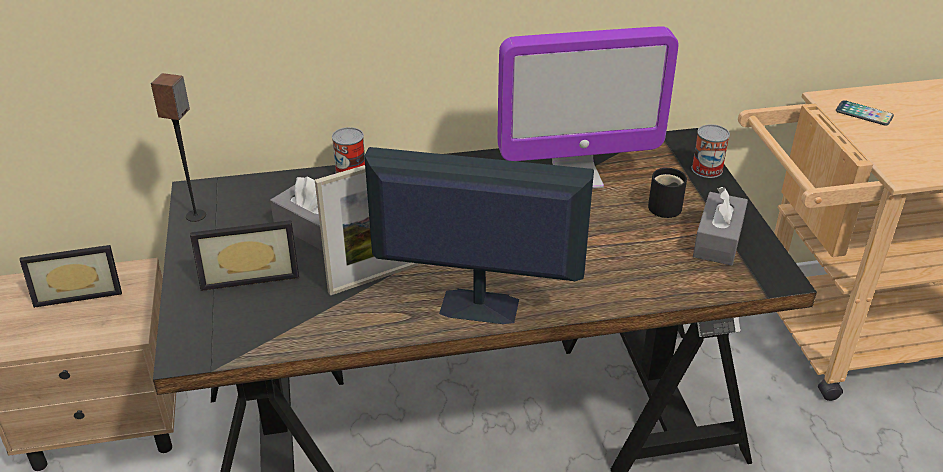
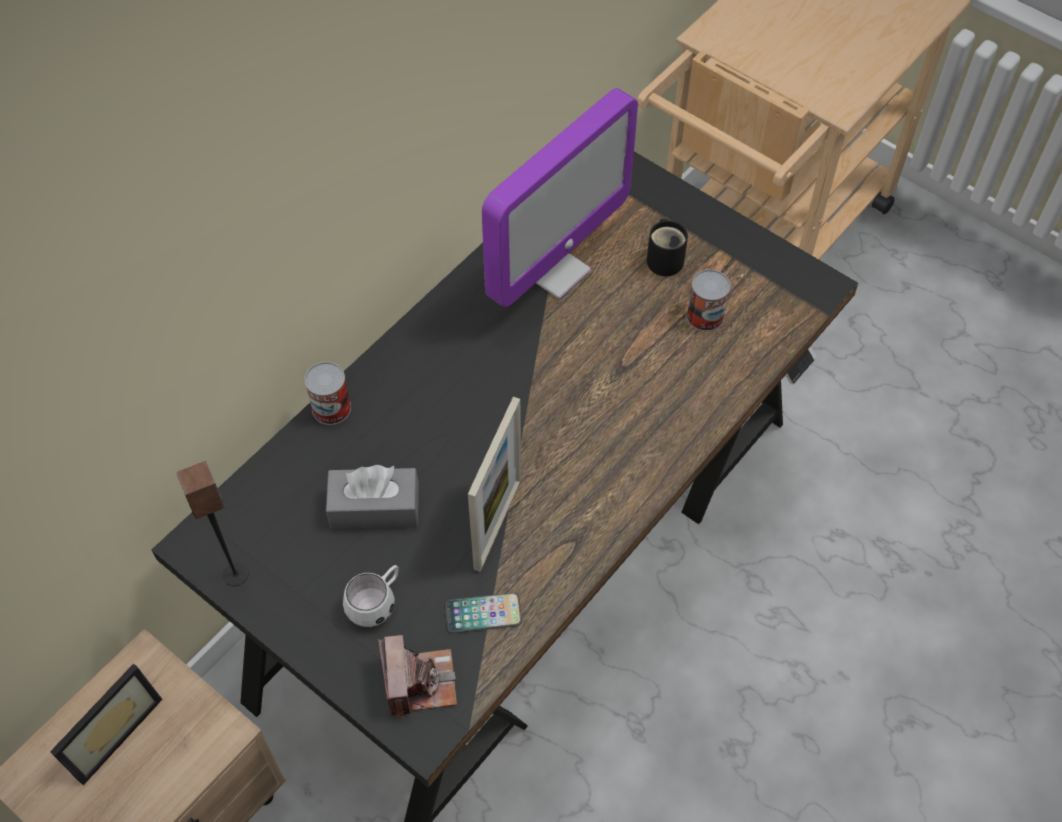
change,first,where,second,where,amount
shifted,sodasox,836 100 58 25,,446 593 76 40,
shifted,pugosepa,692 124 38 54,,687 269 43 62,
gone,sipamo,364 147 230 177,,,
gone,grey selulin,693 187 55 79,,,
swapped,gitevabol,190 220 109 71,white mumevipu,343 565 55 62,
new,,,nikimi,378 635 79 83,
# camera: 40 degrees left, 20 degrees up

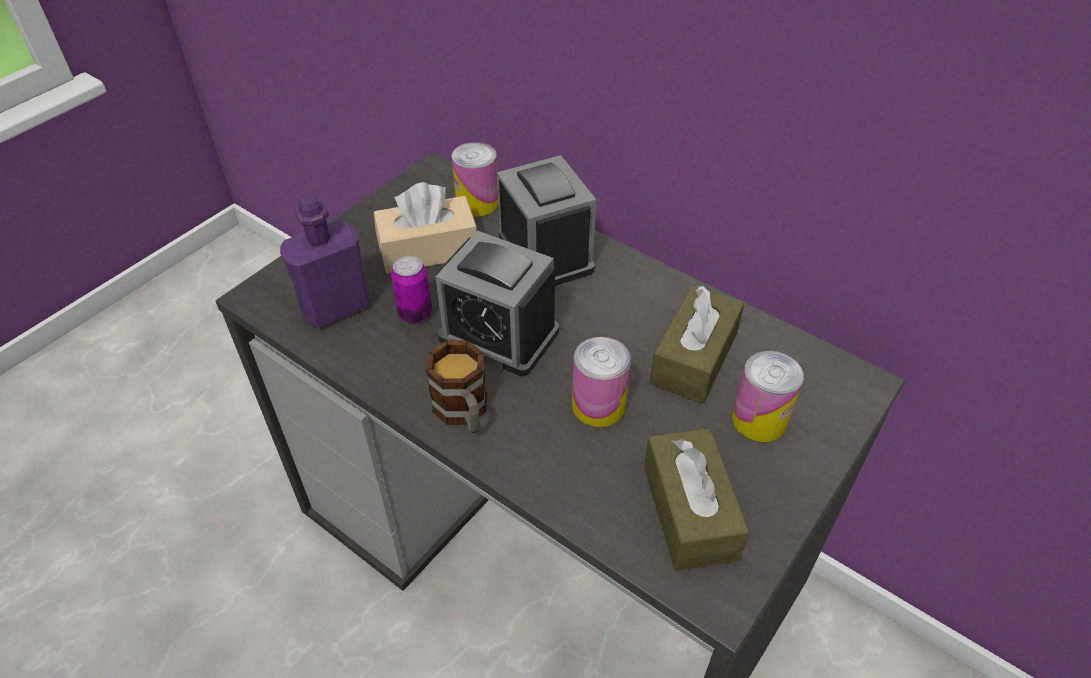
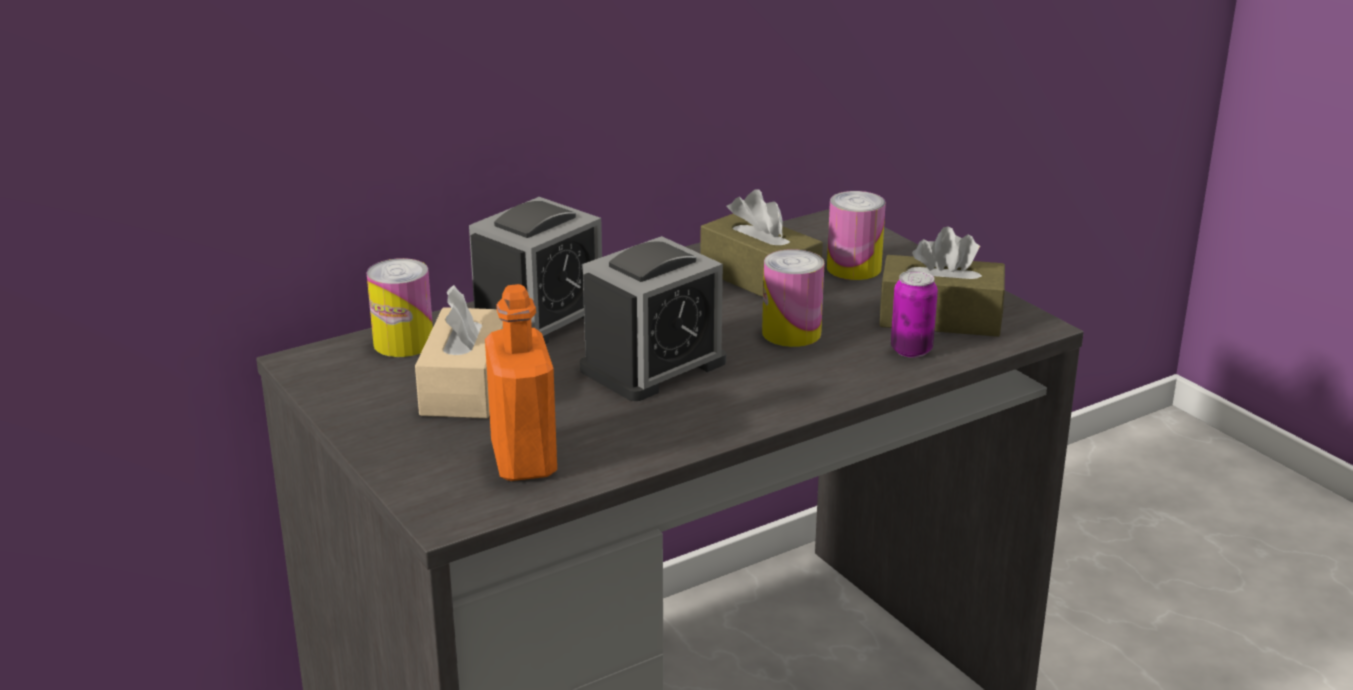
change,first,where,second,where,amount
rotated,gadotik,497 155 99 131,,469 197 133 147,135 degrees clockwise
repainted,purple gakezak,280 195 89 133,orange gakezak,485 284 72 197,
shifted,pugosepa,391 256 41 67,,891 270 47 88,
gone,mumevipu,426 341 61 92,,,
# camera: 70 degrees left, 20 degrees down

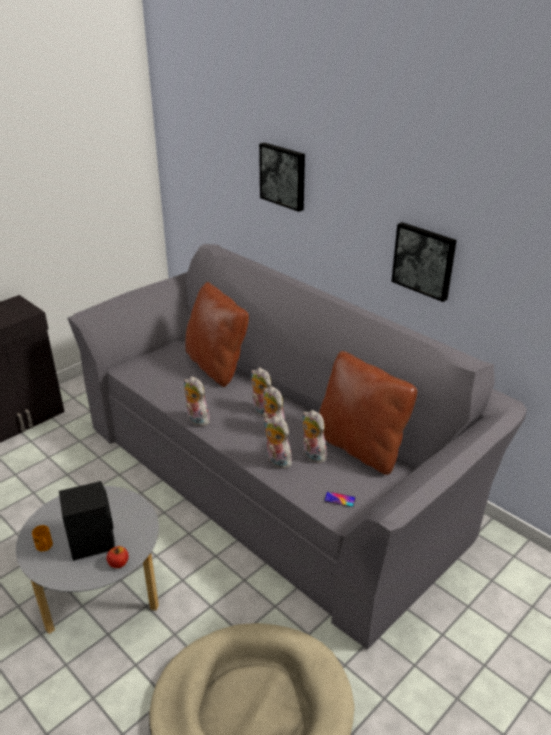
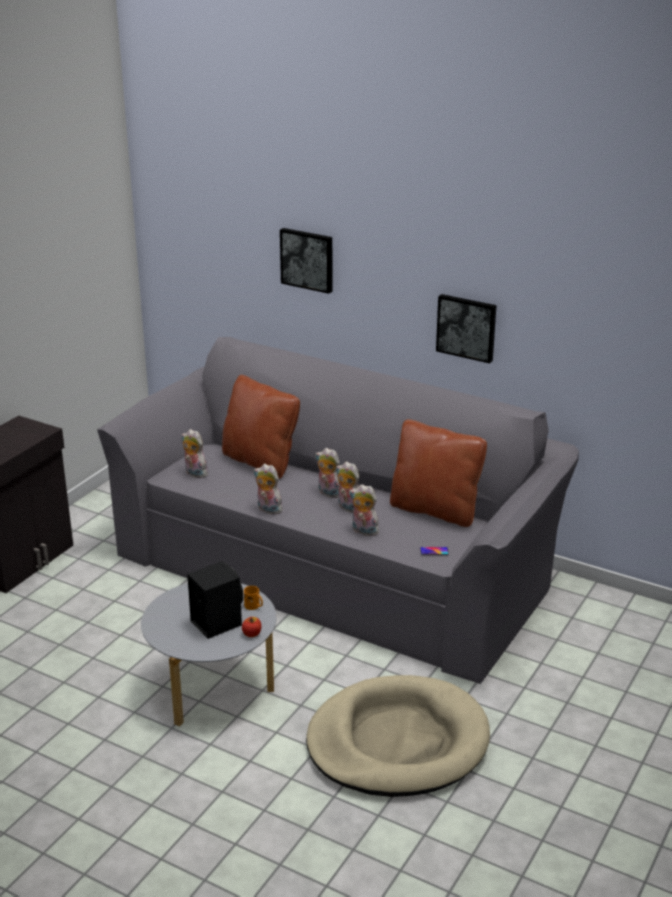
change,first,where,second,where,amount
shifted,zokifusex,303 410 24 53,,182 429 28 49,
shifted,orange mumevipu,32 525 21 26,,244 586 19 24,
# camera: 15 degrees left, 5 degrees down

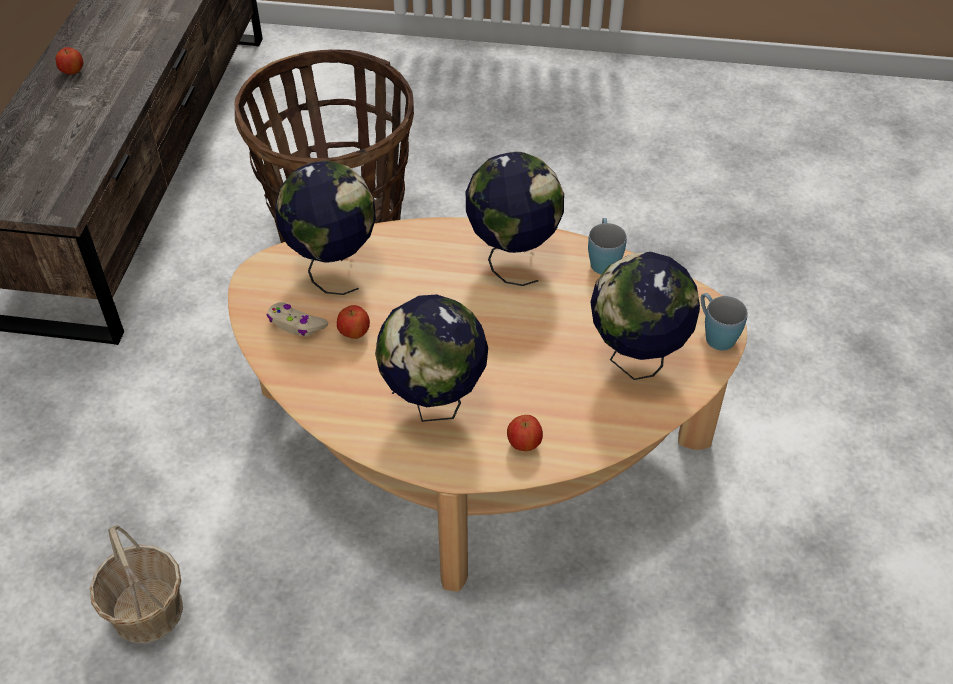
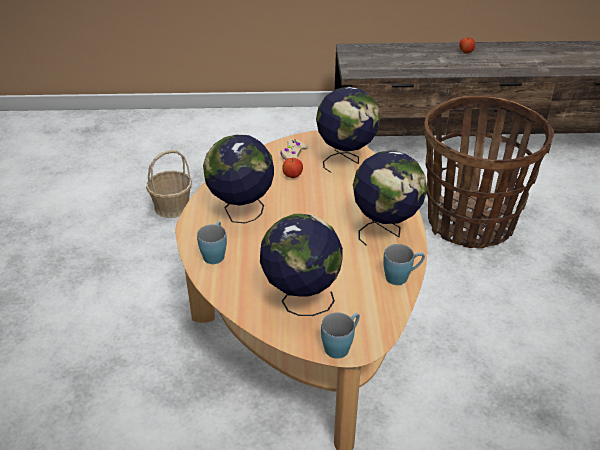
change,first,where,second,where,amount
swapped,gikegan,507 415 36 36,blue mumevipu,197 221 30 43,
# camera: 80 degrees right, 10 degrees down

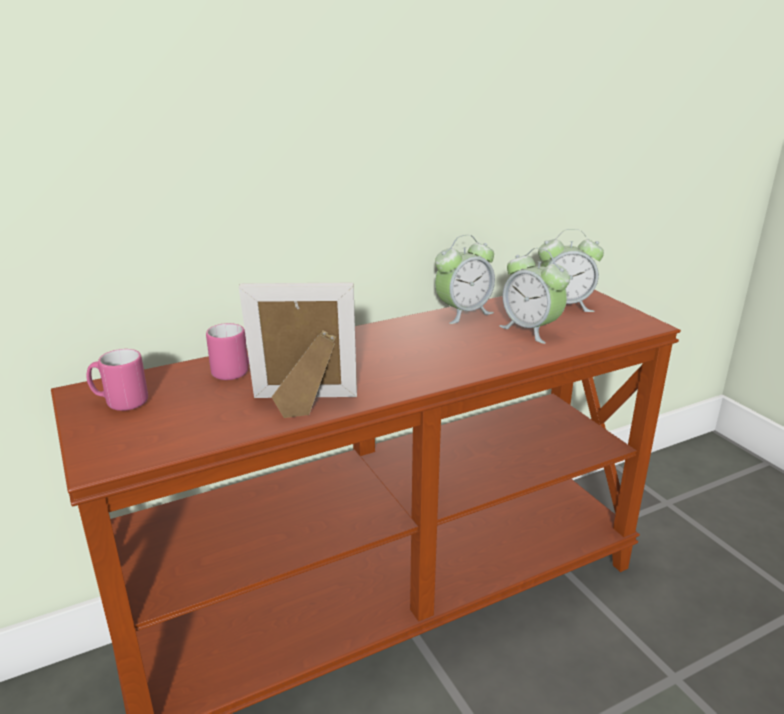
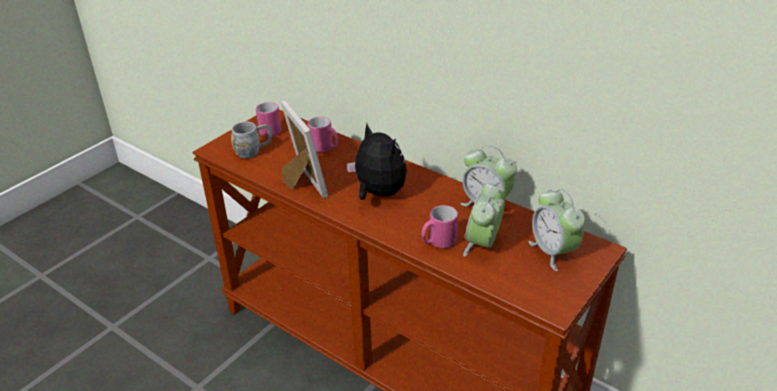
change,first,where,second,where,amount
new,,,grey mumevipu,231 121 41 38,
new,,,zokifusex,347 123 60 77,
new,,,pink mumevipu,422 205 36 44,
# camera: 65 degrees right, 10 degrees up

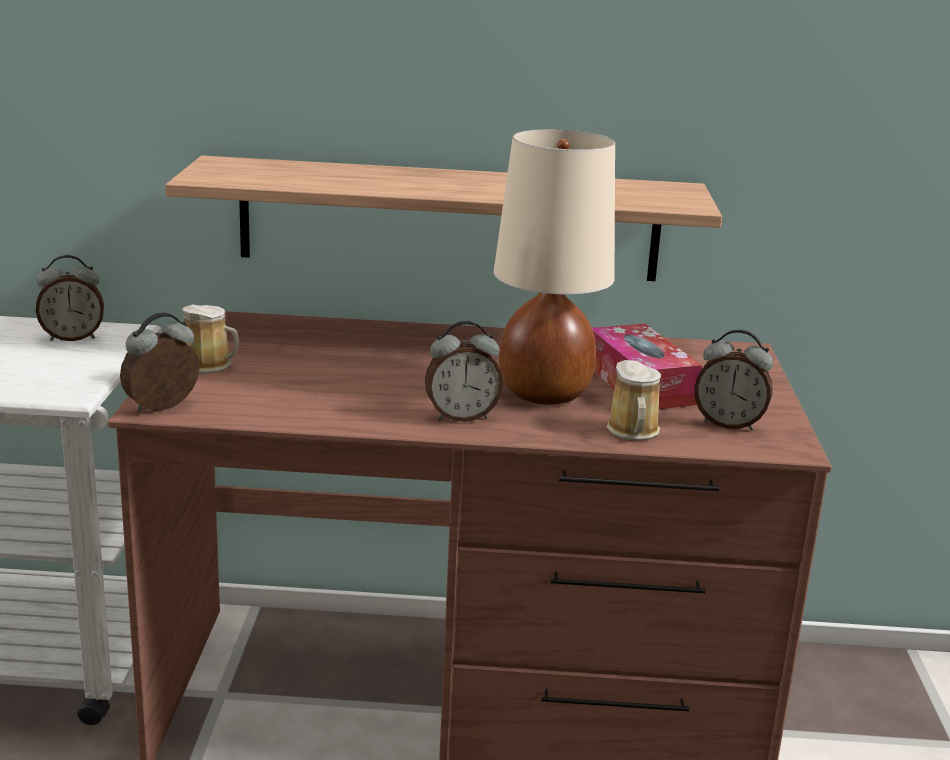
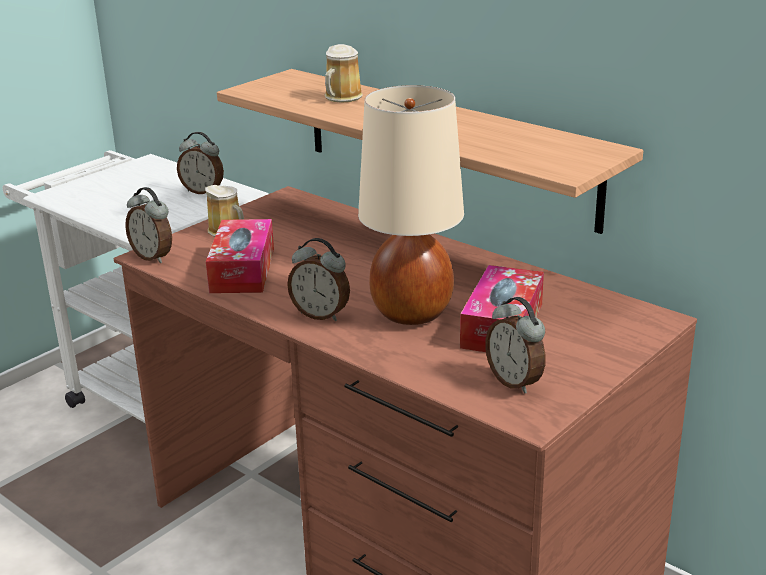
change,first,where,second,where,amount
rotated,gadotik,120 312 80 100,,125 187 47 76,135 degrees counterclockwise
shifted,mumevipu,607 360 54 81,,325 44 38 59,
new,,,selulin,206 219 68 74,
# camera: 40 degrees right, 5 degrees up

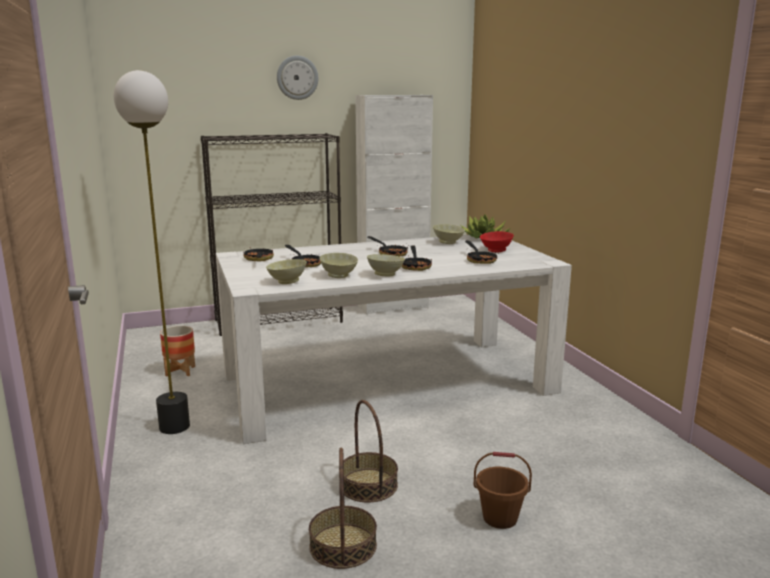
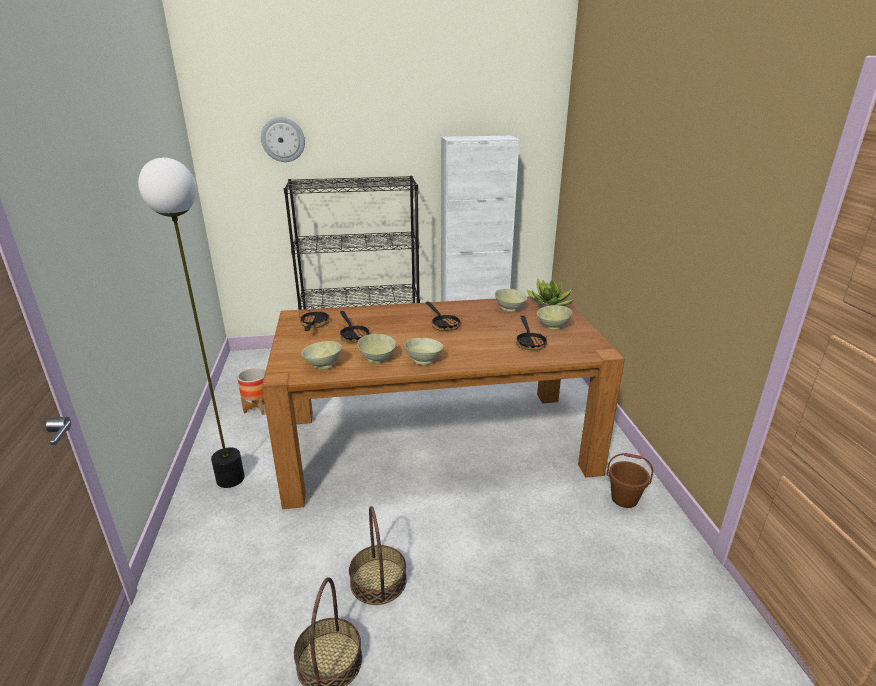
change,first,where,second,where,amount
shifted,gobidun,277 56 41 44,,261 117 44 45,
repainted,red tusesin,480 231 34 21,beige tusesin,537 305 35 25,
repainted,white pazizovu,216 235 356 209,brown pazizovu,262 296 363 213,
gone,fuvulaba,402 245 30 26,,,
shifted,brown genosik,474 452 58 77,,607 453 46 55,
# camera: 10 degrees right, 10 degrees up

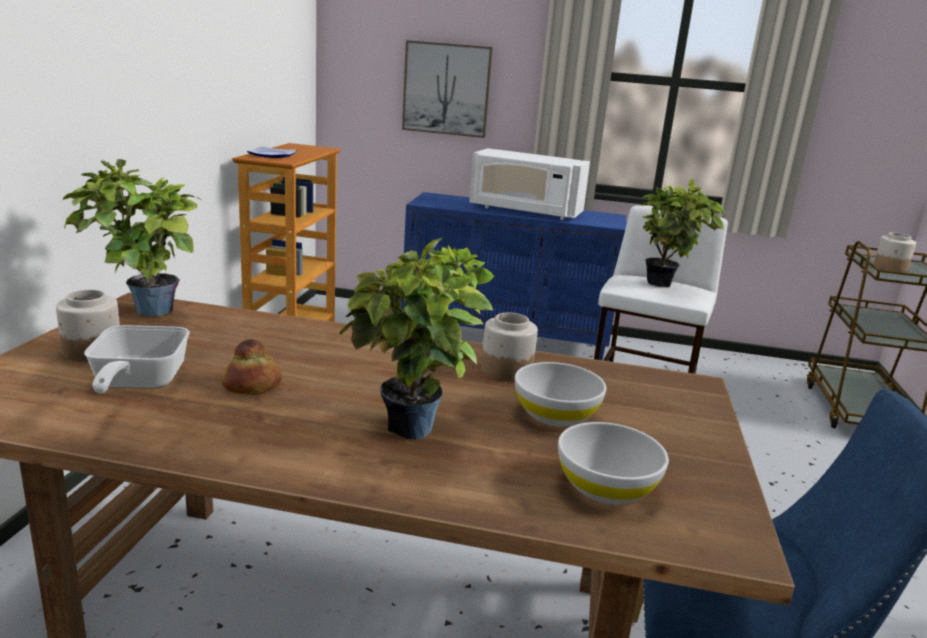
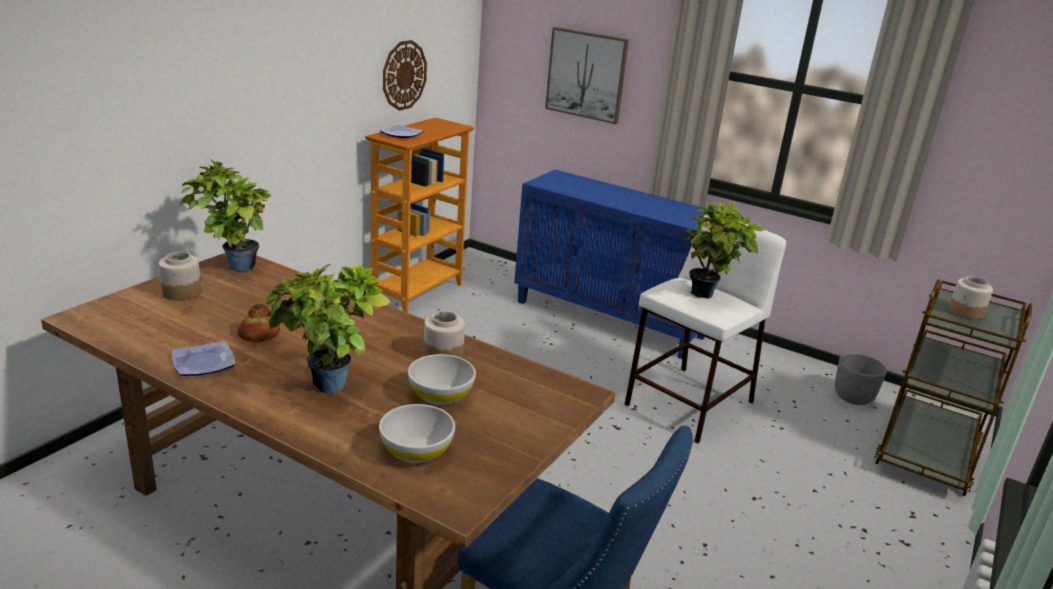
change,first,where,second,where,amount
gone,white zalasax,469 148 121 72,,,
gone,fuvulaba,84 325 106 68,,,
new,,,gobidun,383 40 44 71,
new,,,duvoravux,172 341 64 35,
new,,,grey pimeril,835 353 52 52,
# camera: 20 degrees right, 5 degrees up

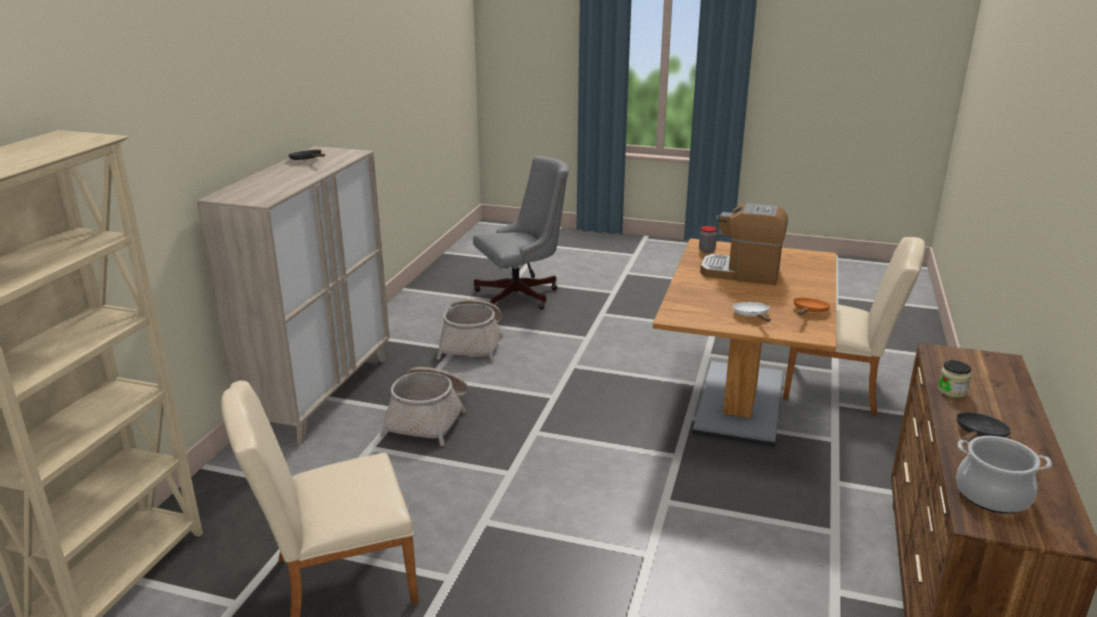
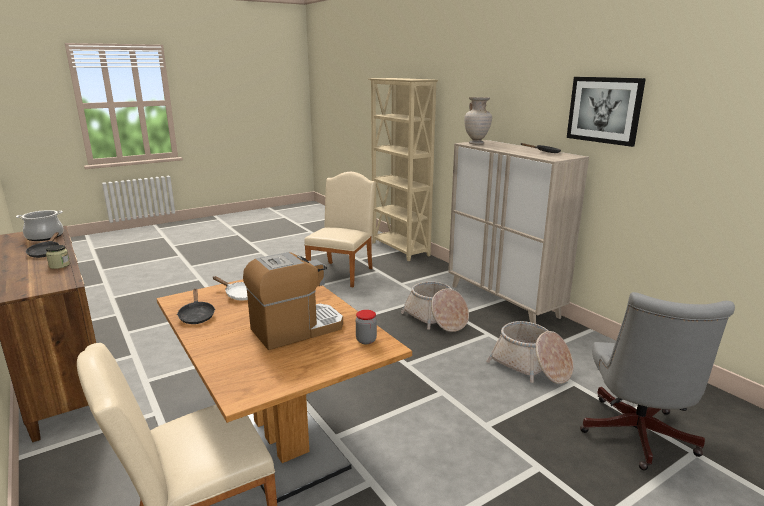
change,first,where,second,where,amount
repainted,orange fuvulaba,793 298 37 17,black fuvulaba,177 289 38 35,
new,,,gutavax,567 77 79 70,
new,,,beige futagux,464 97 28 47,
# camera: 130 degrees right, 5 degrees down

